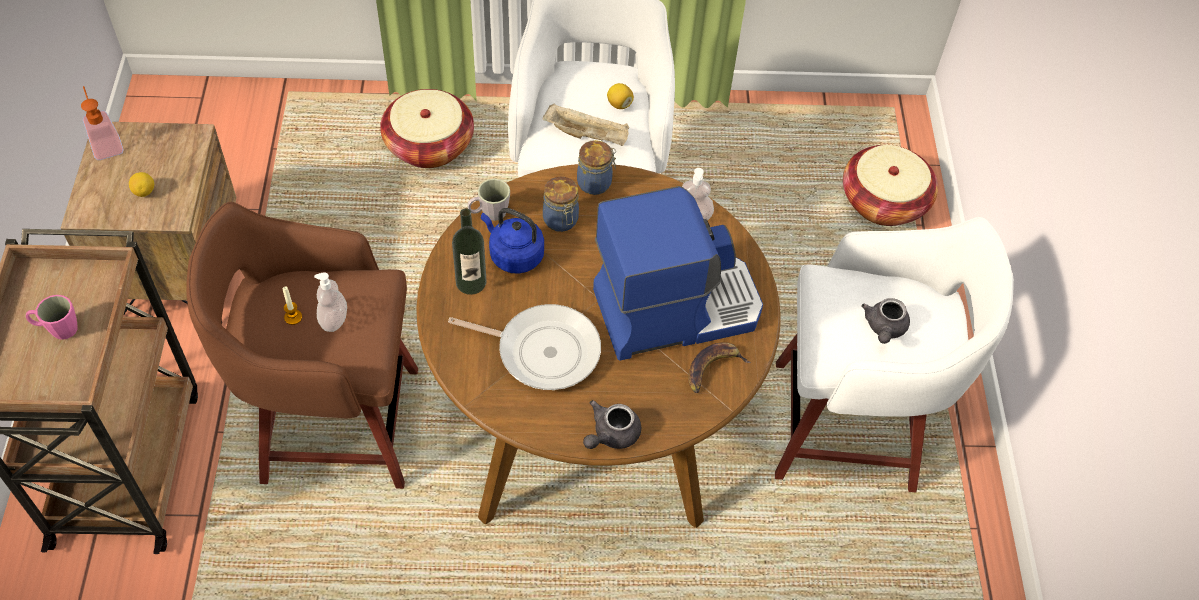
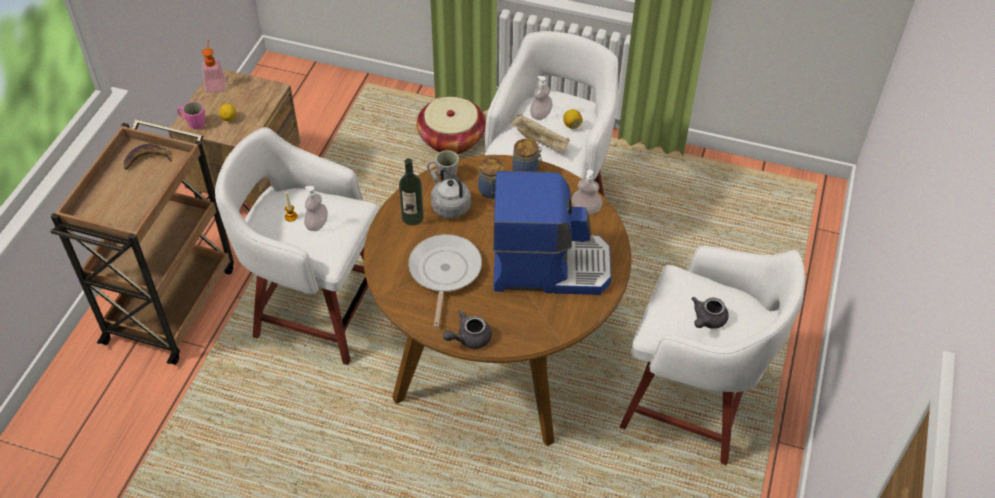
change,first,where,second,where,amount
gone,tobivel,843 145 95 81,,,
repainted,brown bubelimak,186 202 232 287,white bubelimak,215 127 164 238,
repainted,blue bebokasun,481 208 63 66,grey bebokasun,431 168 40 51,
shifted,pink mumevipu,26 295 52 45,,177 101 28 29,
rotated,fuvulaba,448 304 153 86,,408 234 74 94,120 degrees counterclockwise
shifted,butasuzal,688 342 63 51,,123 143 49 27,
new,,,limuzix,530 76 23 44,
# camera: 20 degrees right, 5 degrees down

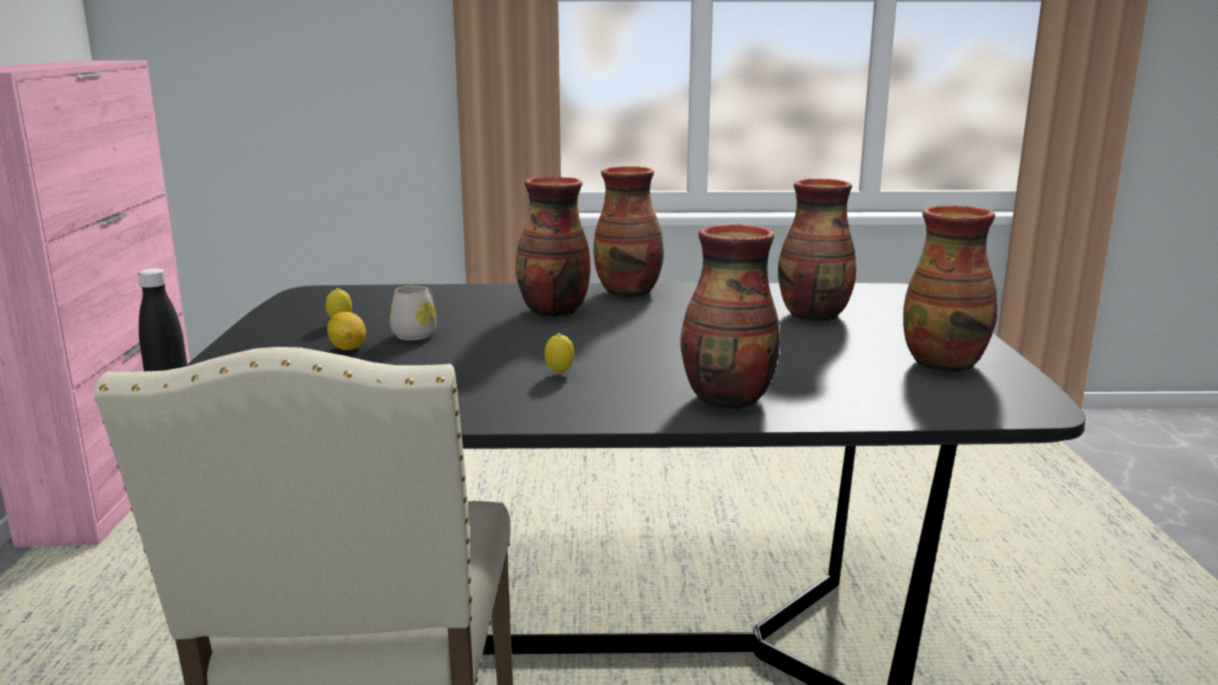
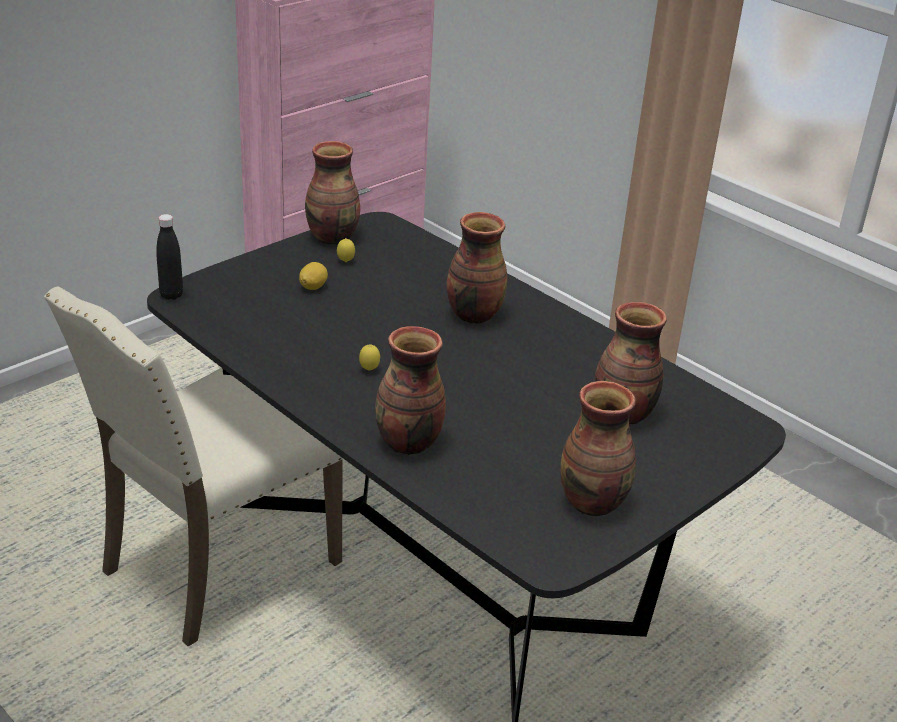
change,first,where,second,where,amount
shifted,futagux,593 166 71 132,,305 141 55 103,
gone,white mumevipu,390 285 47 55,,,
# camera: 45 degrees right, 15 degrees up

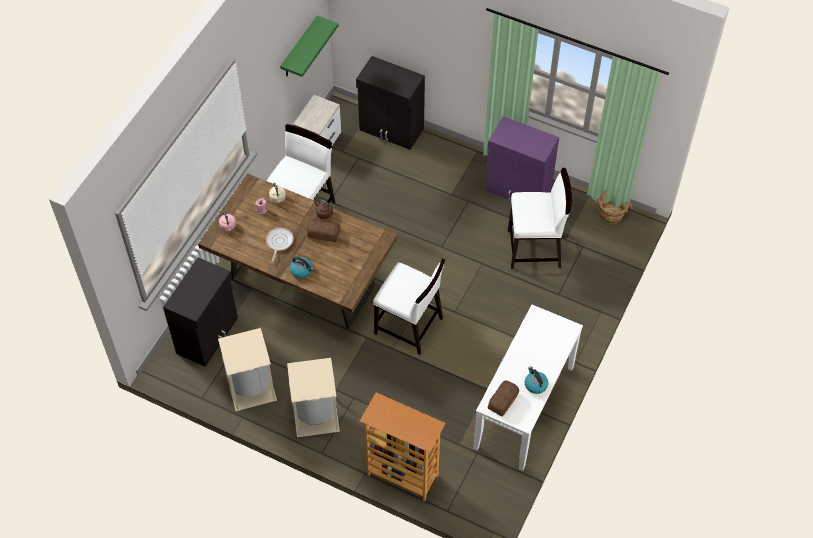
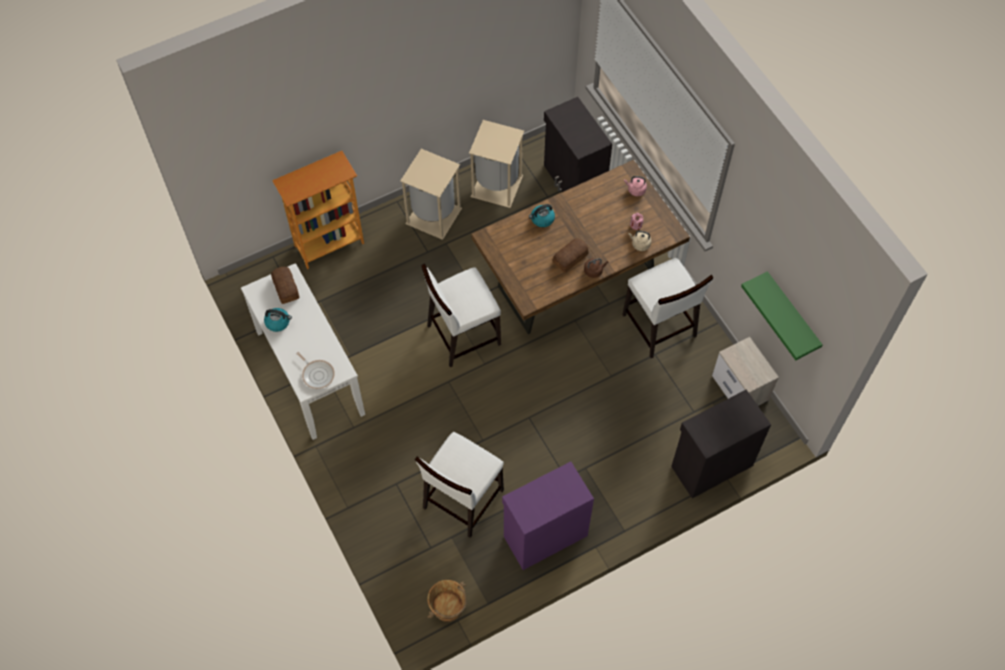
change,first,where,second,where,amount
shifted,fuvulaba,266 228 28 34,,296 352 39 37,
# camera: 125 degrees right, 5 degrees up

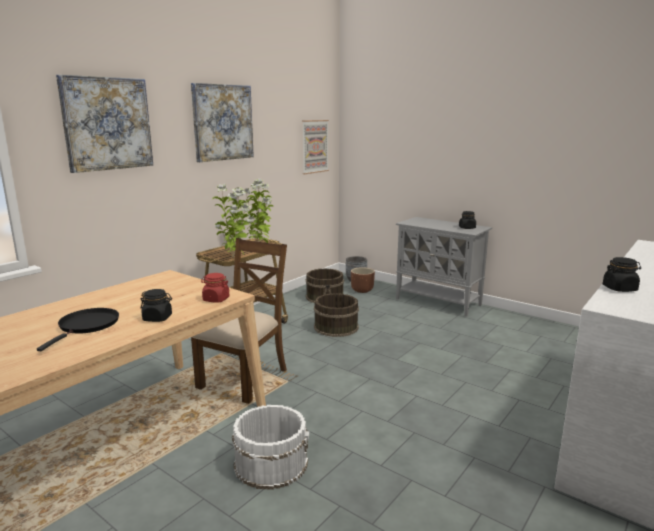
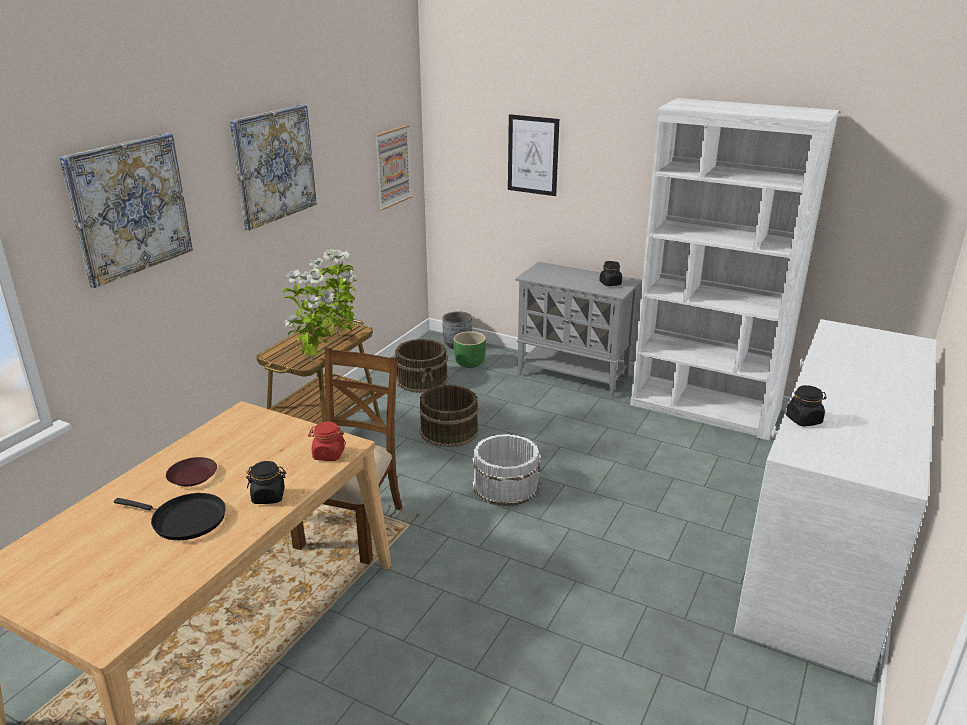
change,first,where,second,where,amount
repainted,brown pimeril,351 267 24 26,green pimeril,453 331 33 37,
rotated,black fuvulaba,37 308 82 43,,114 493 112 47,105 degrees clockwise
shifted,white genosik,232 405 77 85,,472 434 70 72,
new,,,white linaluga,630 98 209 342,
new,,,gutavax,508 114 51 82,
new,,,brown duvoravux,166 457 51 30,
# camera: 10 degrees left, 10 degrees up

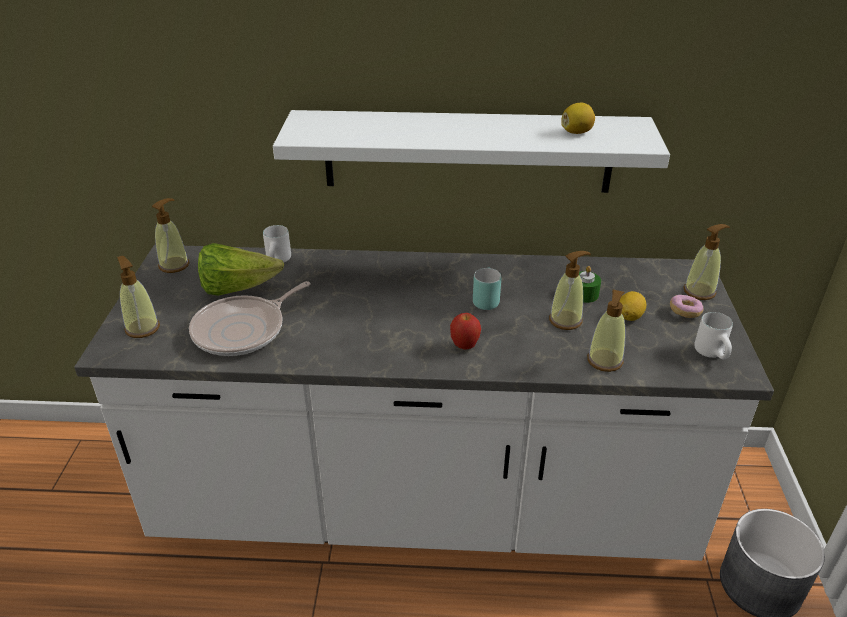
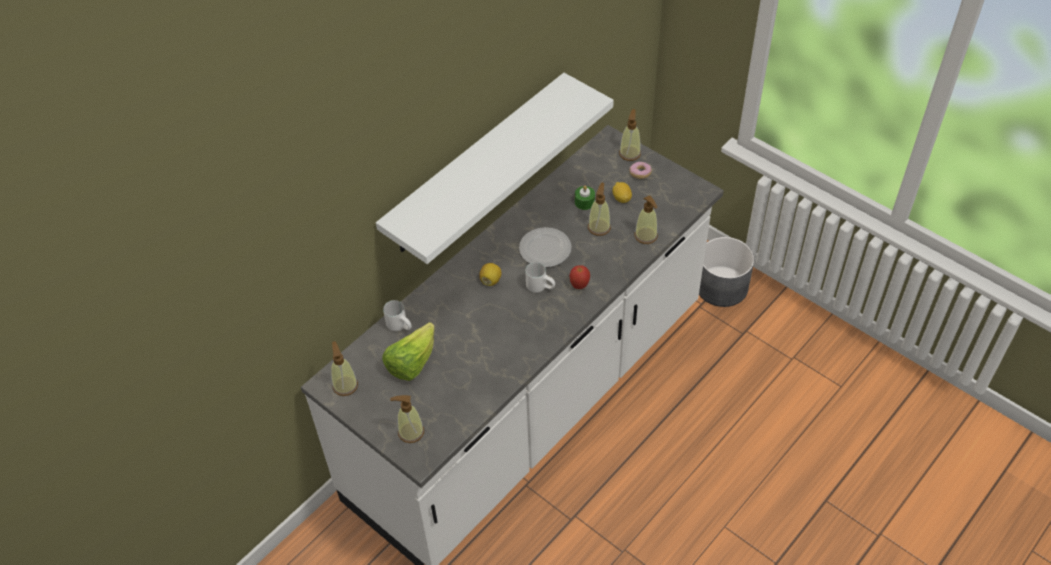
change,first,where,second,where,amount
shifted,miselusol,561 103 34 31,,479 263 22 23,
swapped,turquoise mumevipu,473 267 28 43,duvoravux,519 227 53 40,
gone,fuvulaba,189 281 122 75,,,
shifted,white mumevipu,694 312 39 47,,525 262 30 31,
# camera: 50 degrees left, 15 degrees up

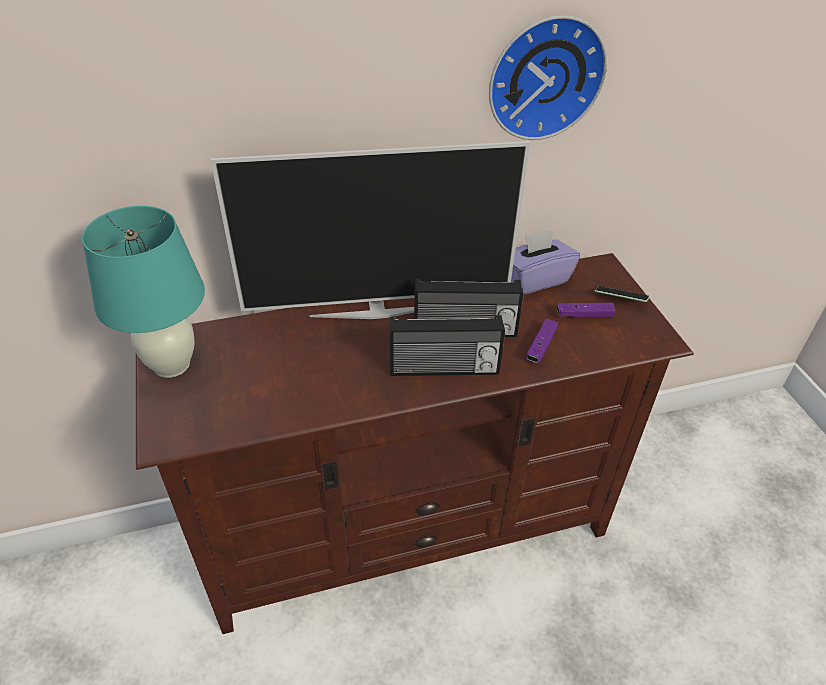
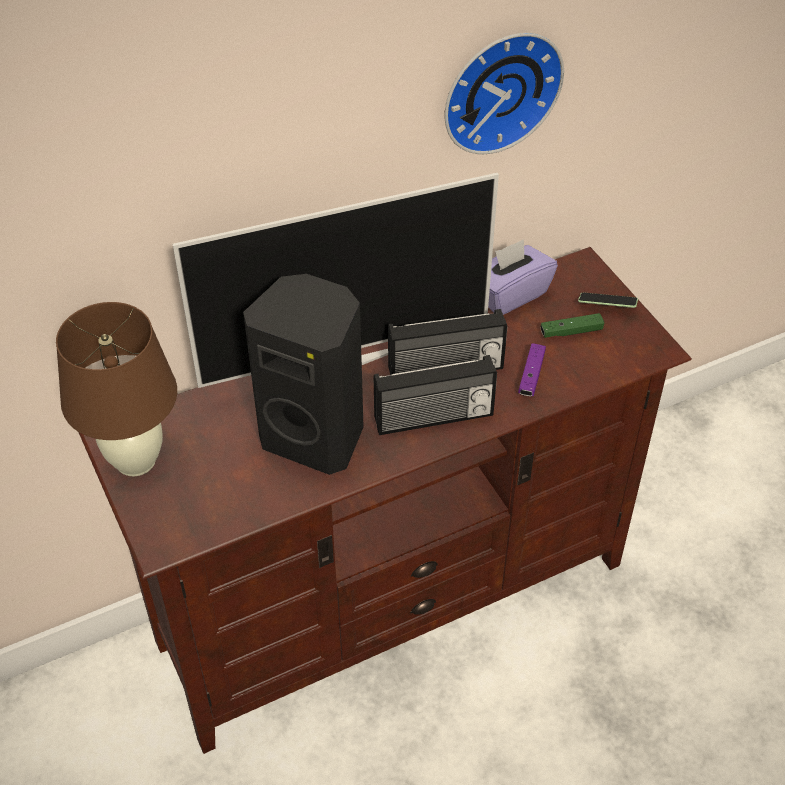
change,first,where,second,where,amount
repainted,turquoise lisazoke,82 206 123 172,brown lisazoke,56 302 121 175,
repainted,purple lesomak,557 303 59 15,green lesomak,541 313 63 25,
new,,,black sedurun,243 274 121 201,
# camera: 10 degrees left, 5 degrees up

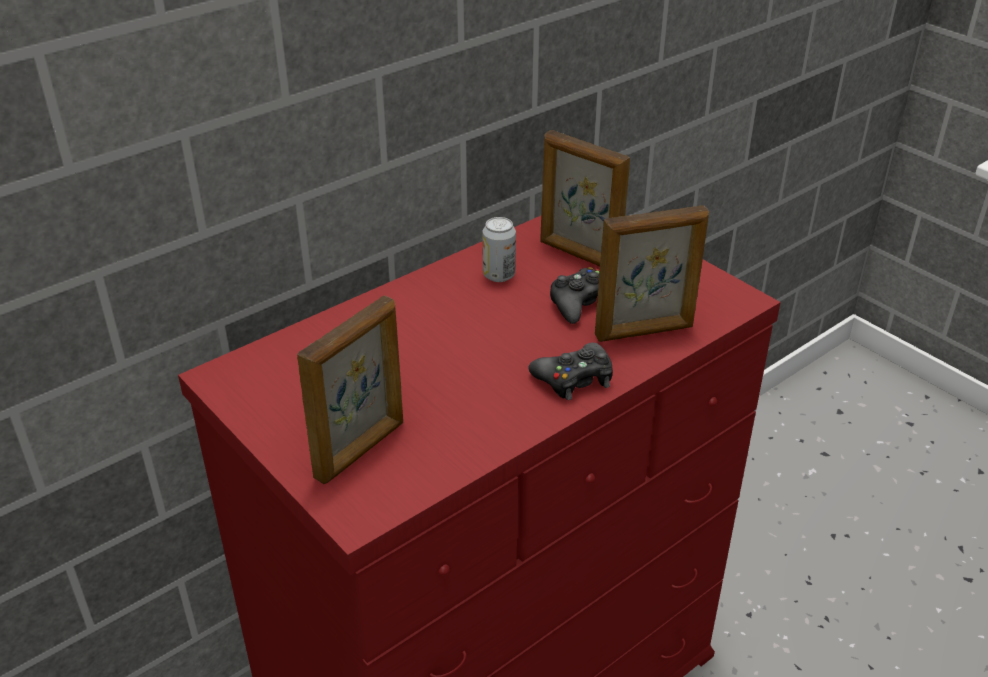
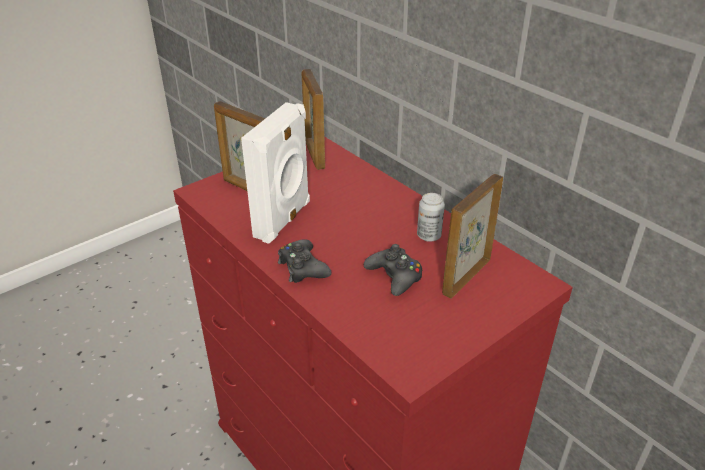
change,first,where,second,where,amount
shifted,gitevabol,595 205 114 137,,302 69 23 101,
new,,,white sedurun,241 102 69 142,
# camera: 90 degrees right, 0 degrees up

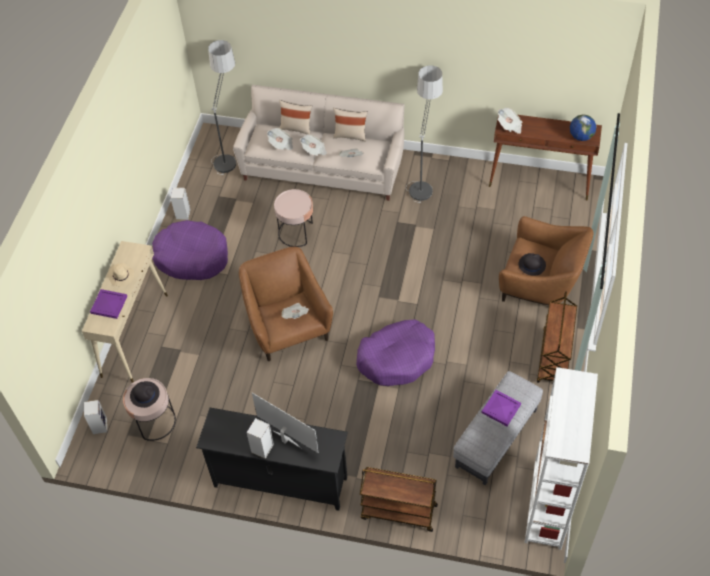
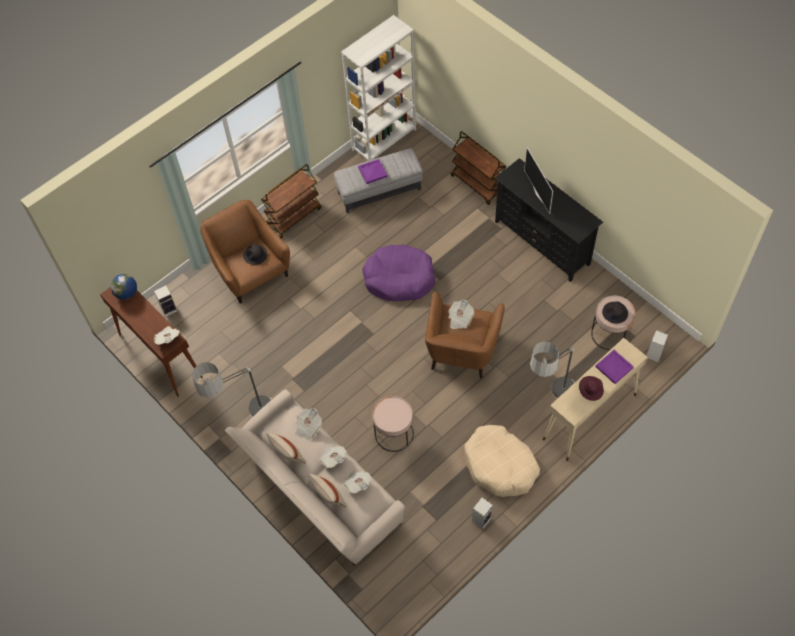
change,first,where,second,where,amount
shifted,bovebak,208 40 28 135,,530 341 45 59,
repainted,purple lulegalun,152 220 76 60,beige lulegalun,464 425 76 72,
repainted,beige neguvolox,108 263 26 23,purple neguvolox,579 376 25 25,
shifted,sedurun,246 418 28 41,,154 285 23 32,
# camera: 145 degrees left, 5 degrees up

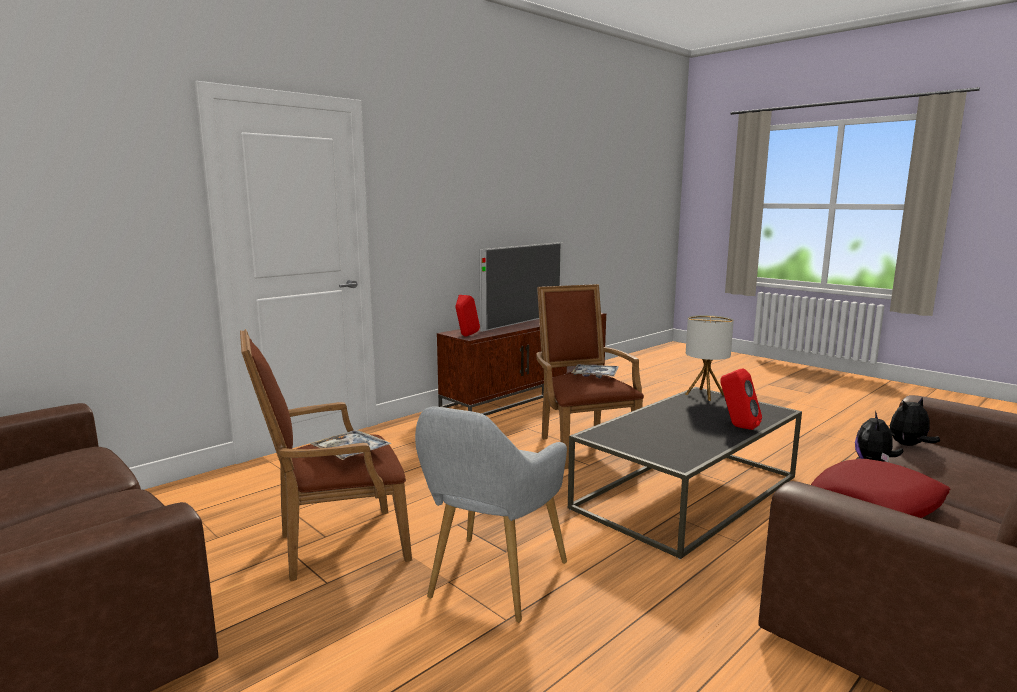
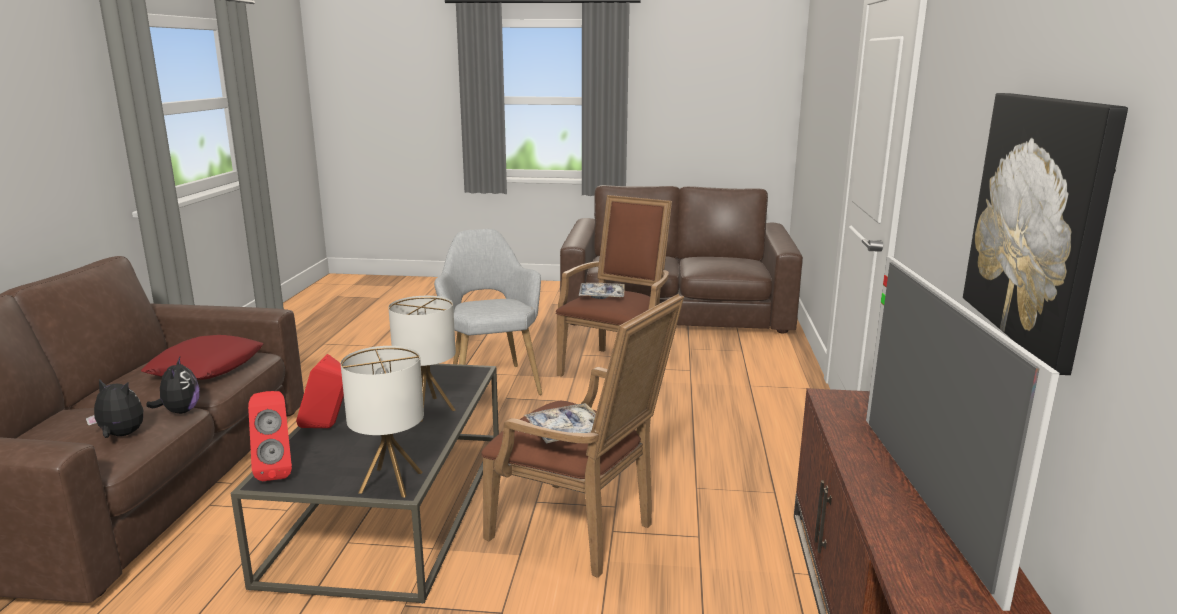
change,first,where,second,where,amount
shifted,red sedurun,455 295 25 42,,248 391 44 90,
rotated,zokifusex,890 398 50 48,,86 379 57 59,105 degrees counterclockwise
new,,,gutavax,963 93 165 282,
new,,,lisazoke,388 296 68 126,
# camera: 140 degrees right, 5 degrees up

